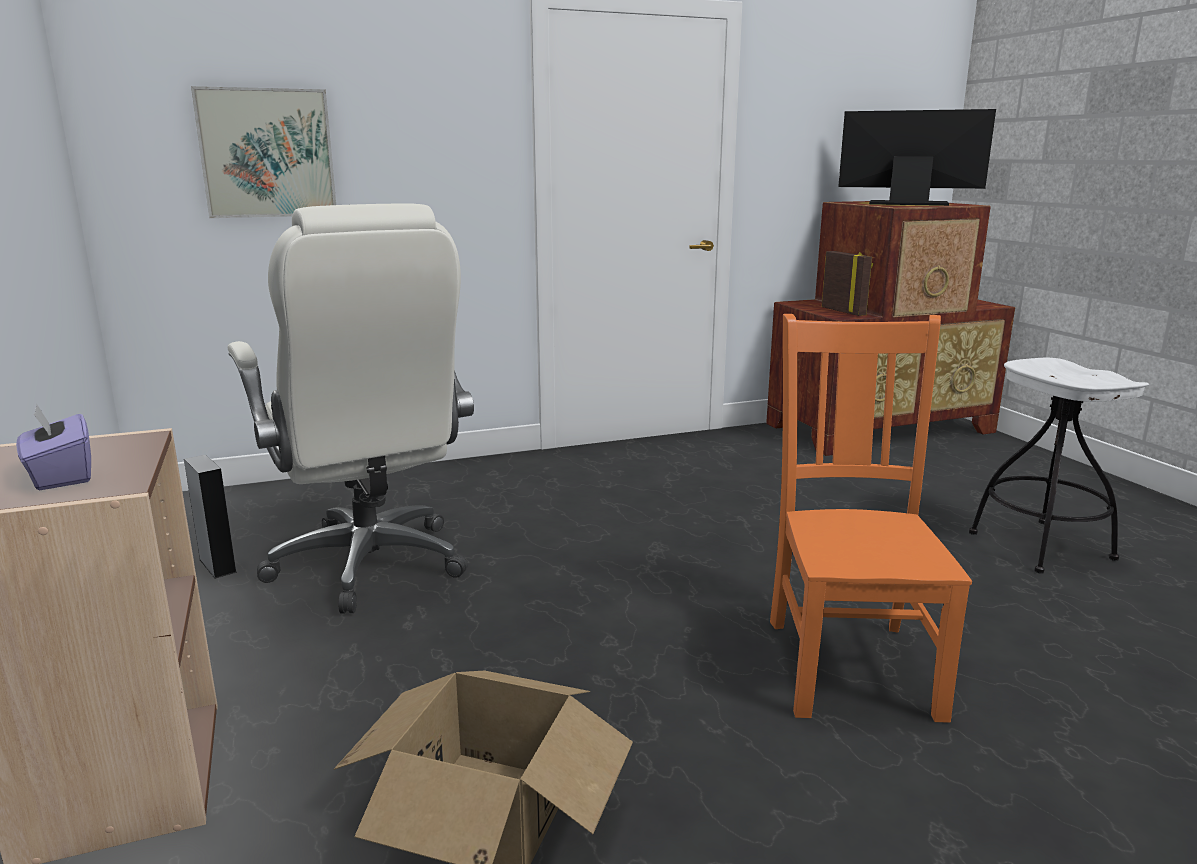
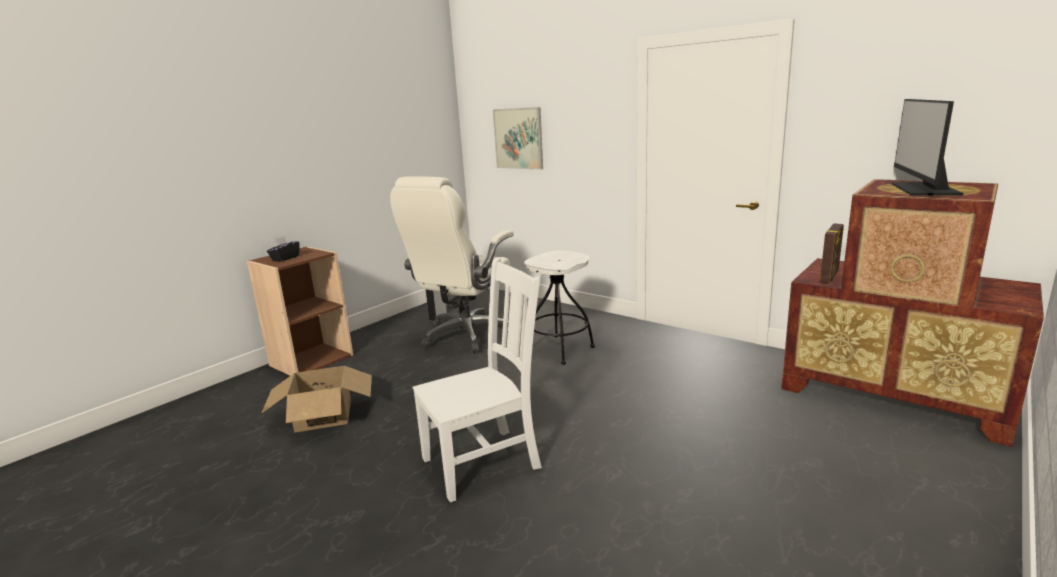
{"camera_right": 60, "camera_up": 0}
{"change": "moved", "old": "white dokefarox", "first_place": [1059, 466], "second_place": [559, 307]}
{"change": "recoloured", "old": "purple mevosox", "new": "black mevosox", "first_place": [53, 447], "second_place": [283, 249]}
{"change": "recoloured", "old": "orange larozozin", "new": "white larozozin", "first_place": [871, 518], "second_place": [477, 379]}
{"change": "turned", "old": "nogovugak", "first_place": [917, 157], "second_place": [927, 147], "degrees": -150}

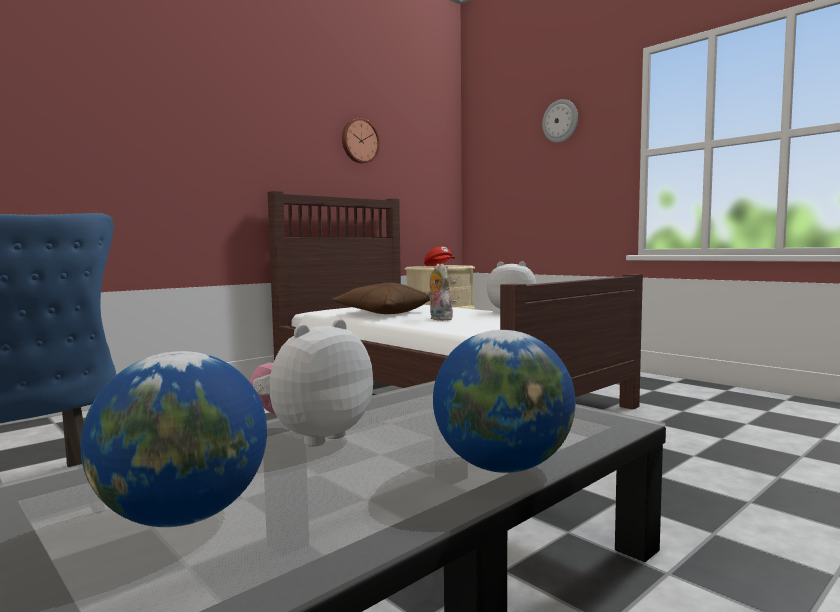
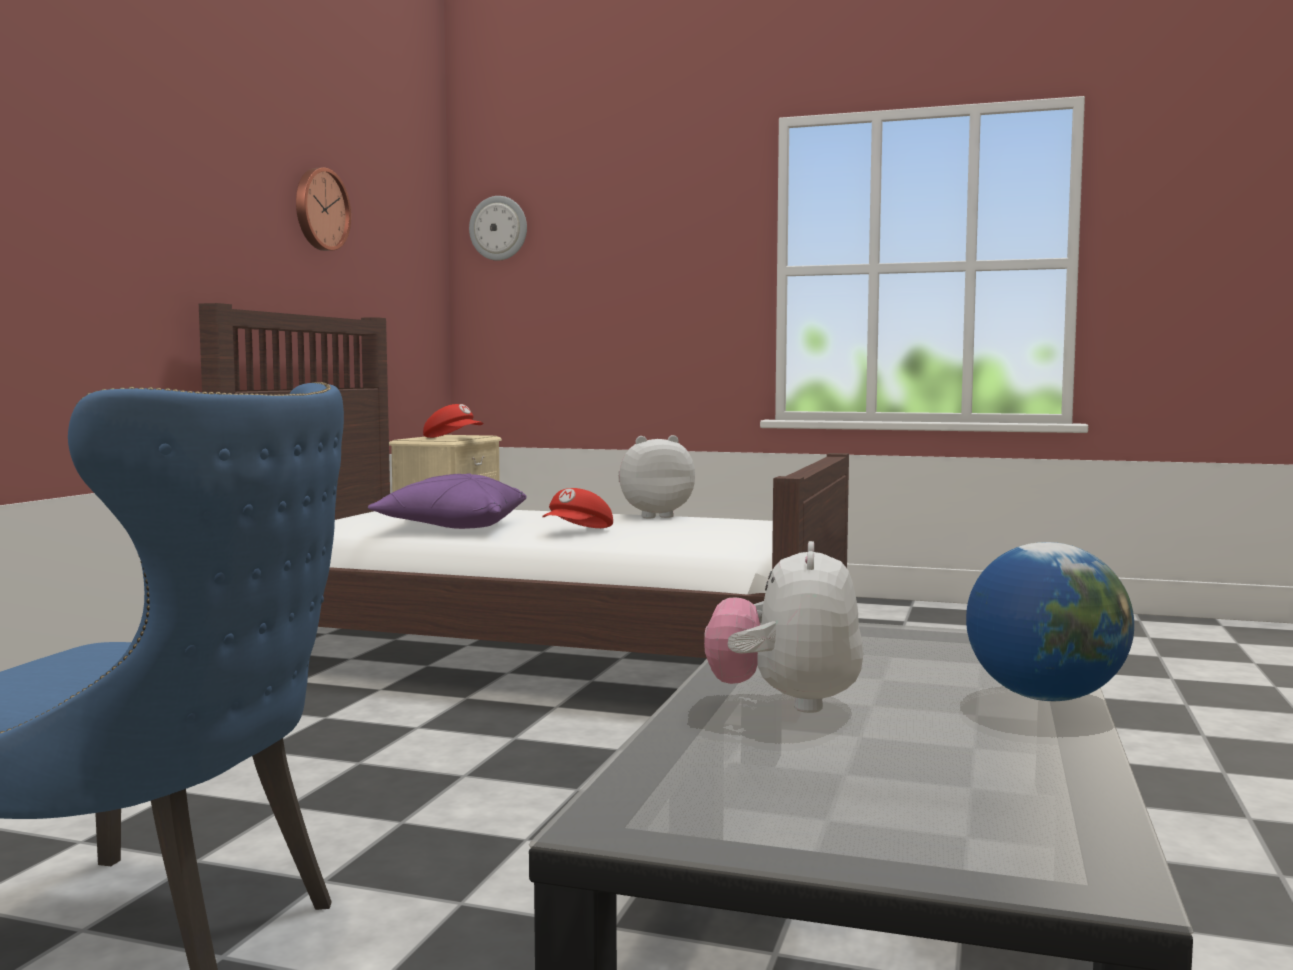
{"camera_right": -30, "camera_up": 0}
{"change": "removed", "old": "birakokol", "first_place": [174, 439]}
{"change": "moved", "old": "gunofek", "first_place": [560, 121], "second_place": [498, 228]}
{"change": "replaced", "old": "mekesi", "new": "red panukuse", "first_place": [440, 292], "second_place": [577, 508]}
{"change": "recoloured", "old": "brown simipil", "new": "purple simipil", "first_place": [381, 298], "second_place": [447, 501]}

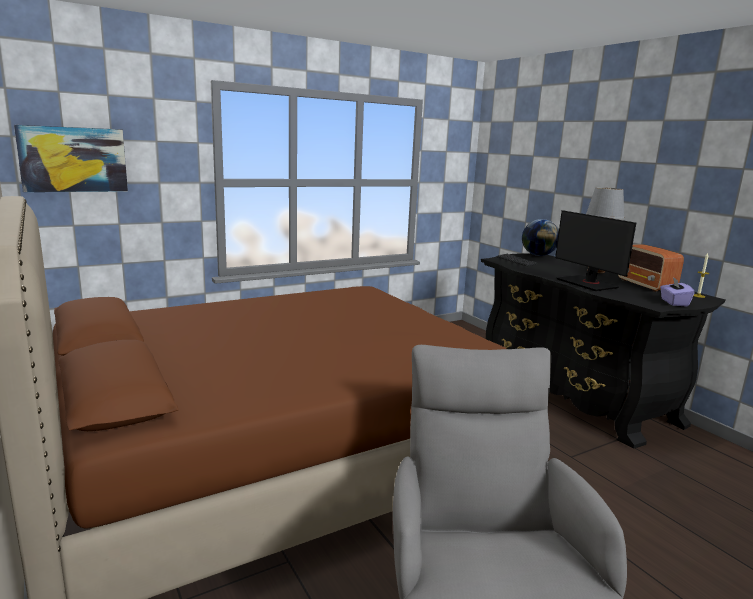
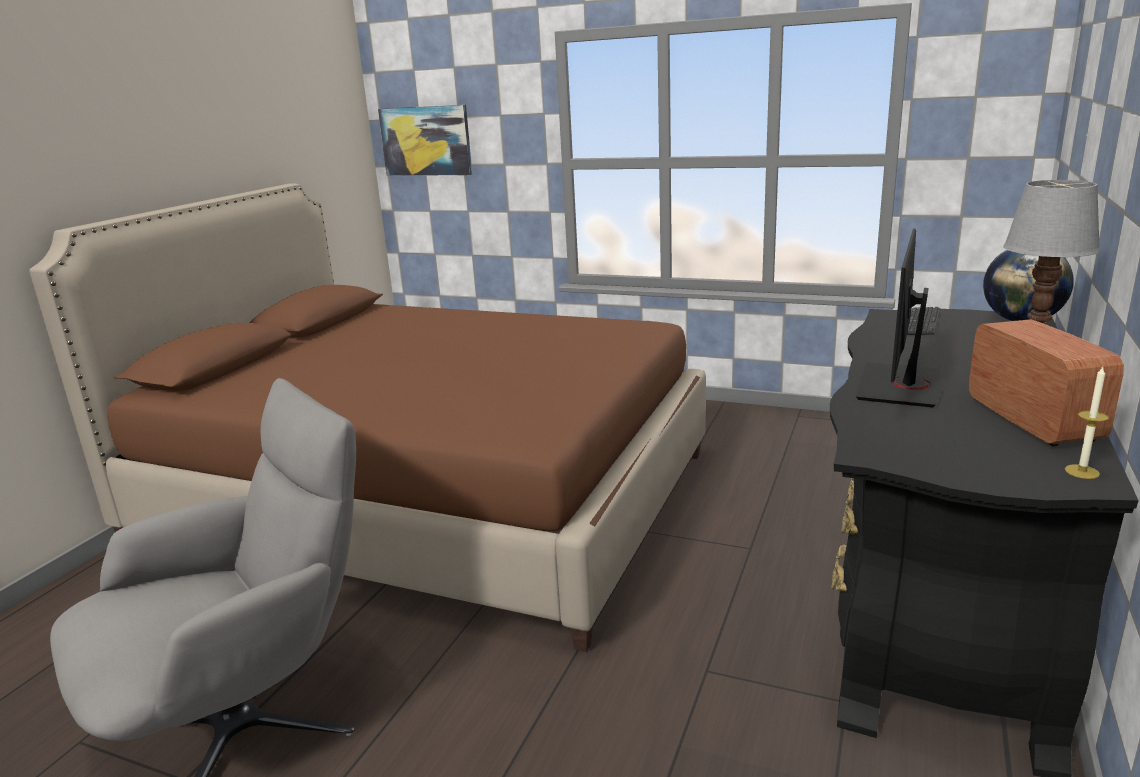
{"camera_right": 55, "camera_up": 5}
{"change": "removed", "old": "purple mevosox", "first_place": [677, 292]}
{"change": "turned", "old": "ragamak", "first_place": [651, 268], "second_place": [1046, 383], "degrees": 135}

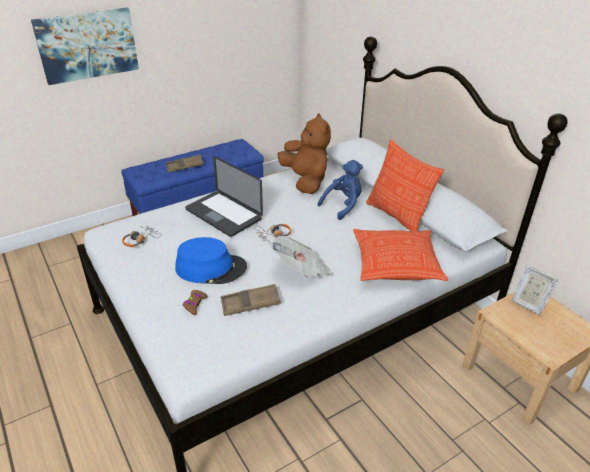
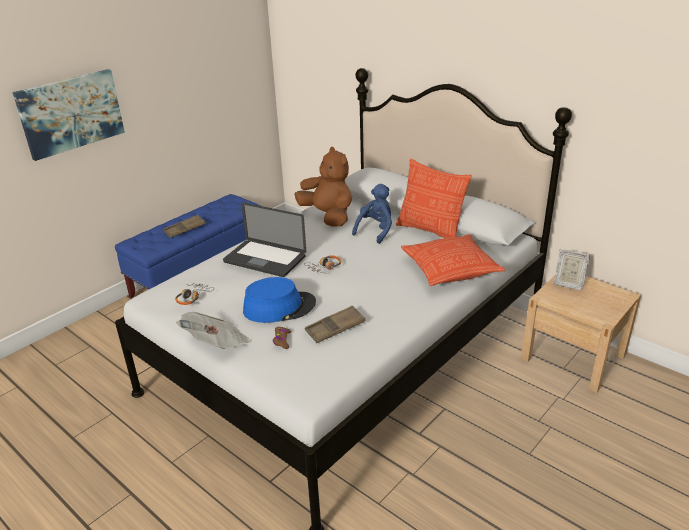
{"camera_right": -15, "camera_up": -5}
{"change": "moved", "old": "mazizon", "first_place": [301, 257], "second_place": [214, 330]}

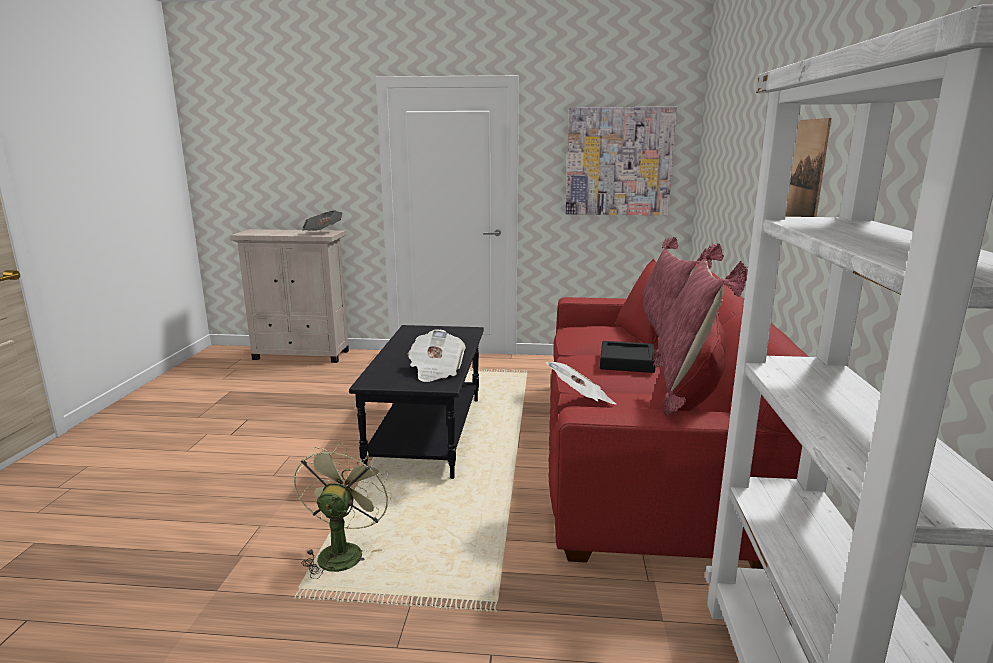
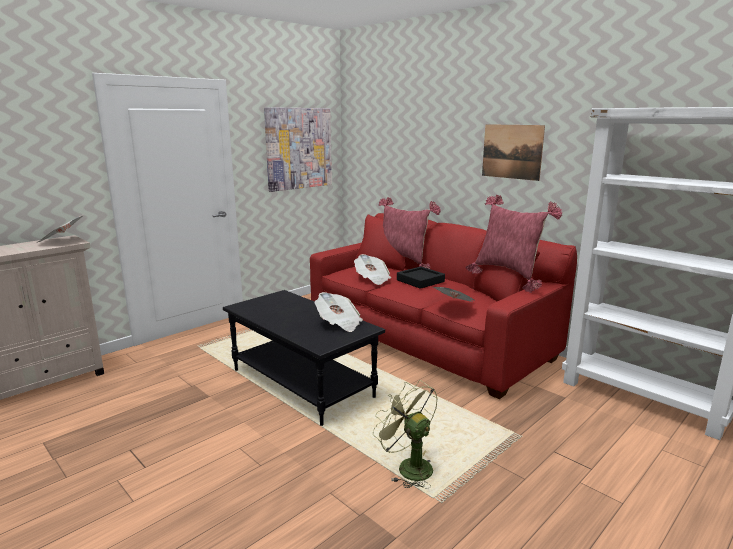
{"camera_right": -50, "camera_up": 0}
{"change": "added", "new": "mazizon", "second_place": [372, 269]}

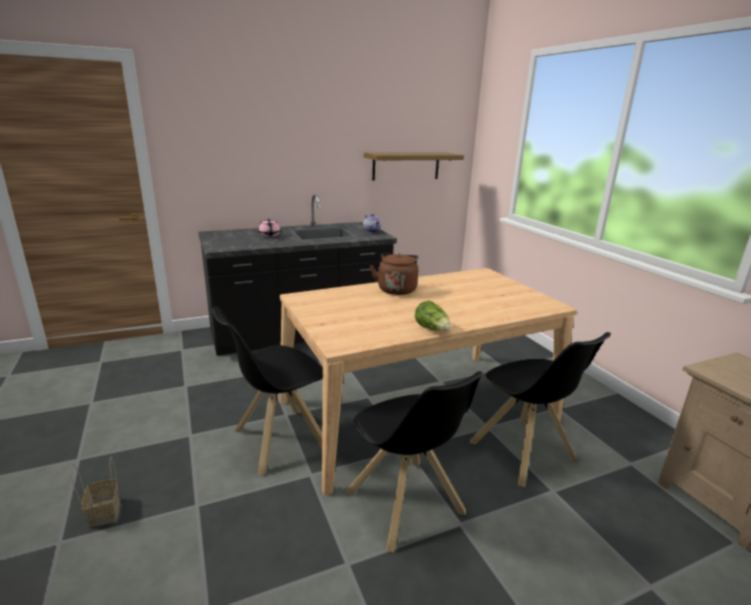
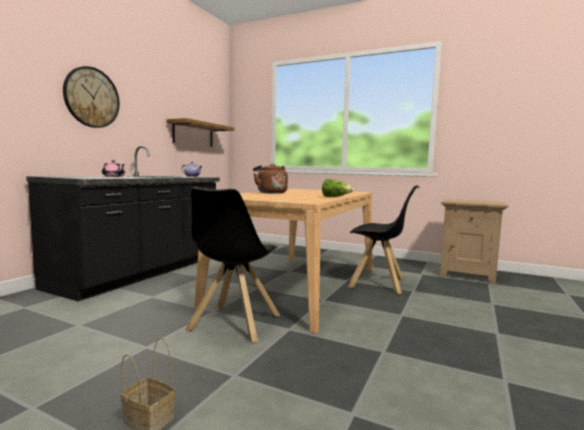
{"camera_right": -40, "camera_up": -15}
{"change": "removed", "old": "black larozozin", "first_place": [413, 462]}
{"change": "added", "new": "gunofek", "second_place": [91, 97]}

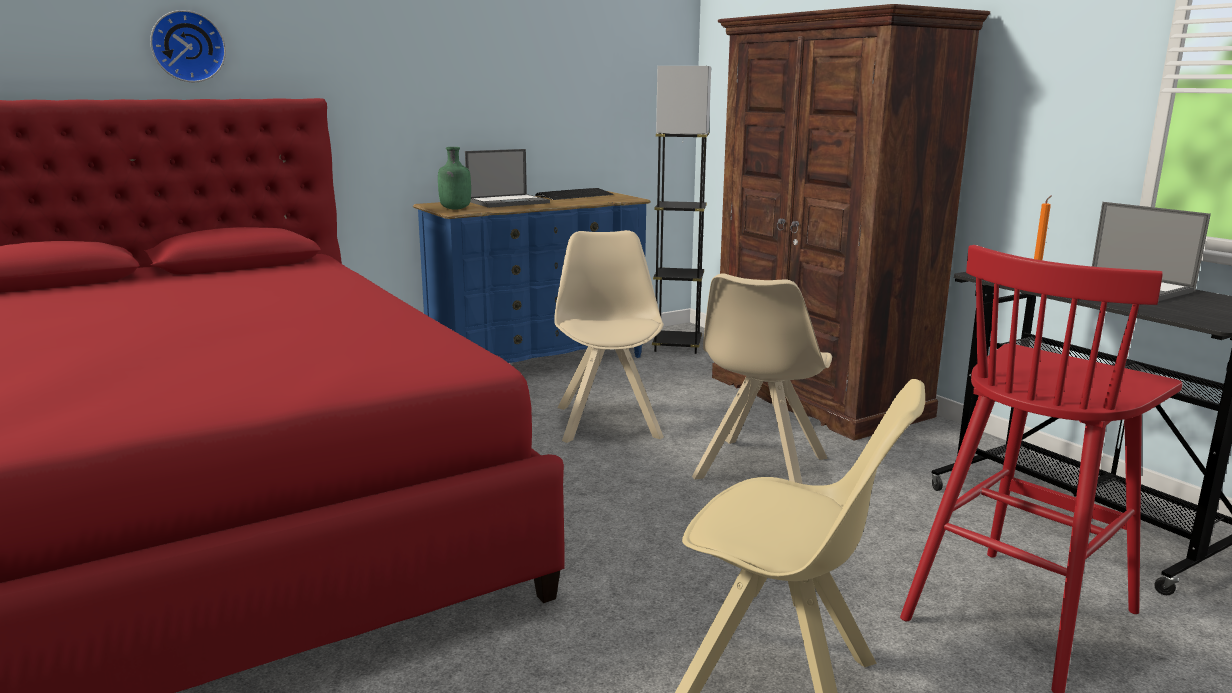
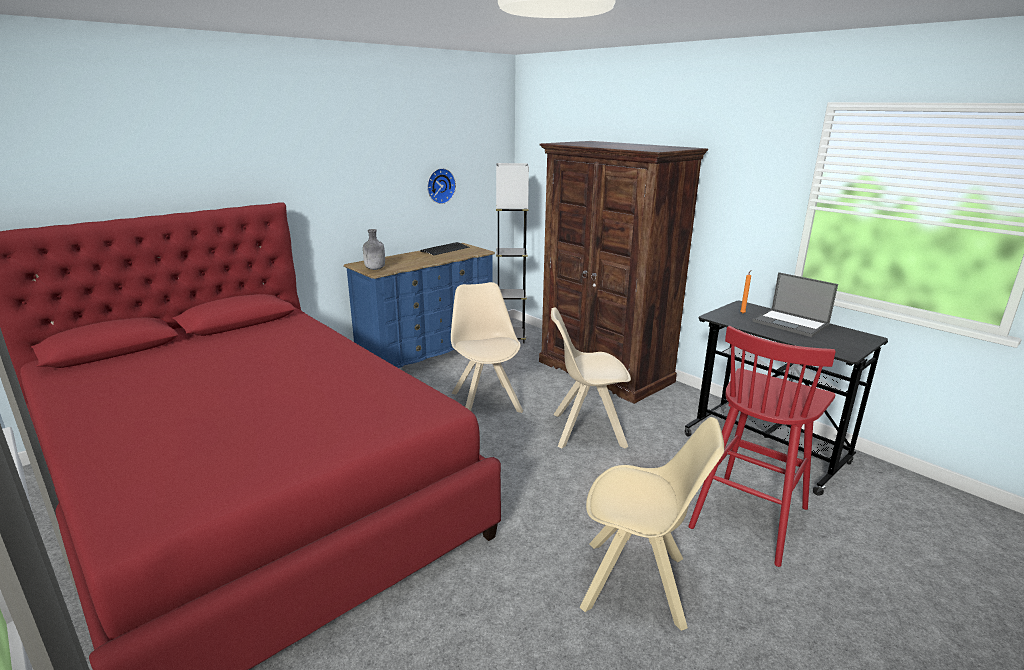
{"camera_right": -10, "camera_up": 5}
{"change": "removed", "old": "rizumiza", "first_place": [507, 178]}
{"change": "moved", "old": "gunofek", "first_place": [188, 46], "second_place": [441, 186]}
{"change": "recoloured", "old": "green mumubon", "new": "grey mumubon", "first_place": [454, 178], "second_place": [374, 249]}
{"change": "turned", "old": "beige larozozin", "first_place": [762, 378], "second_place": [591, 378], "degrees": 75}

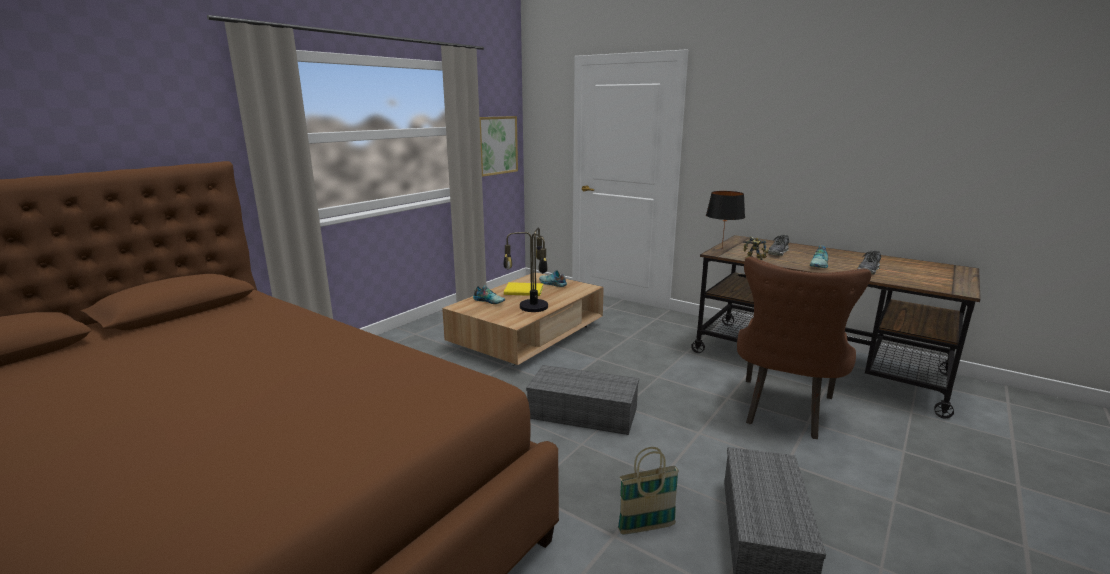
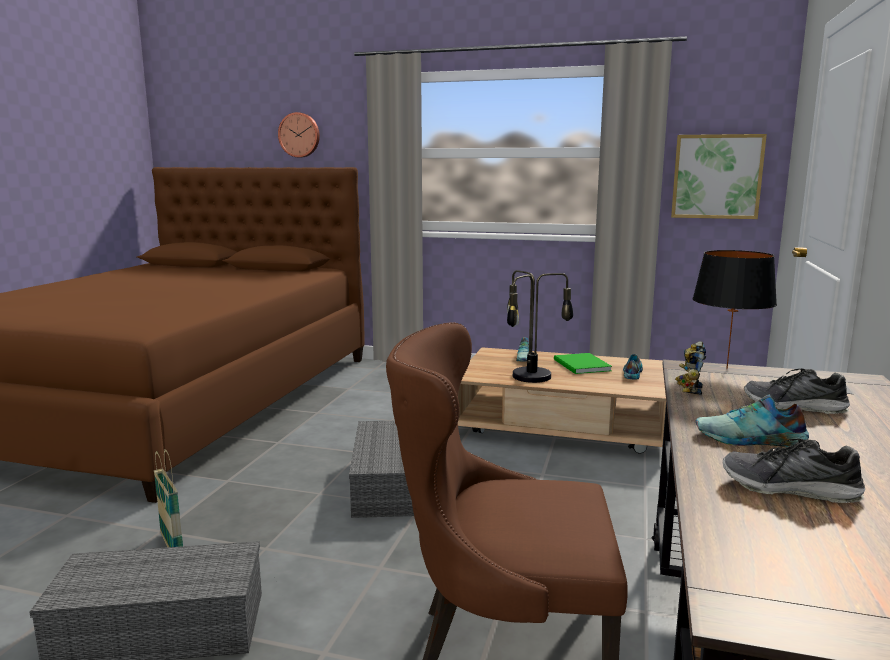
{"camera_right": 70, "camera_up": -5}
{"change": "added", "new": "gunofek", "second_place": [299, 135]}
{"change": "recoloured", "old": "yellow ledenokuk", "new": "green ledenokuk", "first_place": [523, 289], "second_place": [583, 363]}

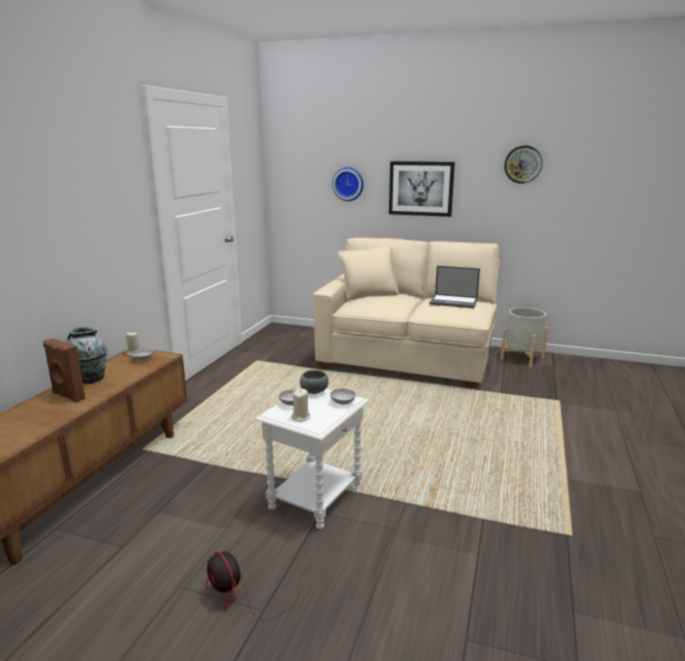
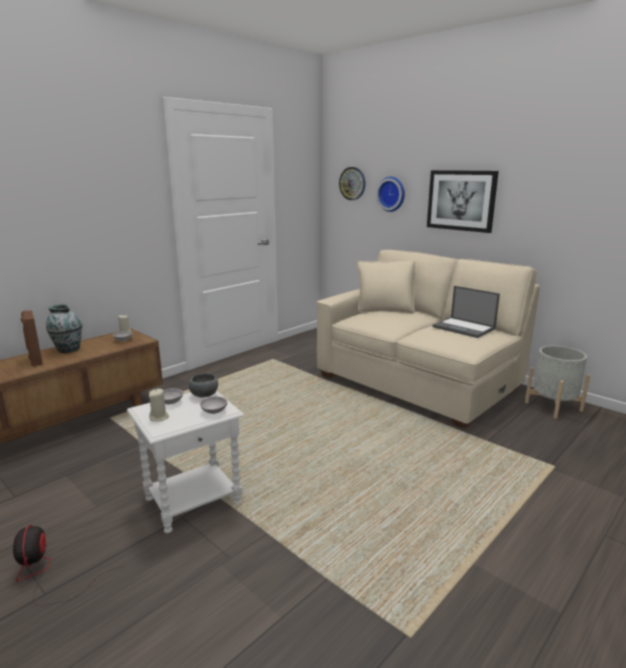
{"camera_right": 25, "camera_up": 0}
{"change": "moved", "old": "gunofek", "first_place": [523, 164], "second_place": [352, 183]}

